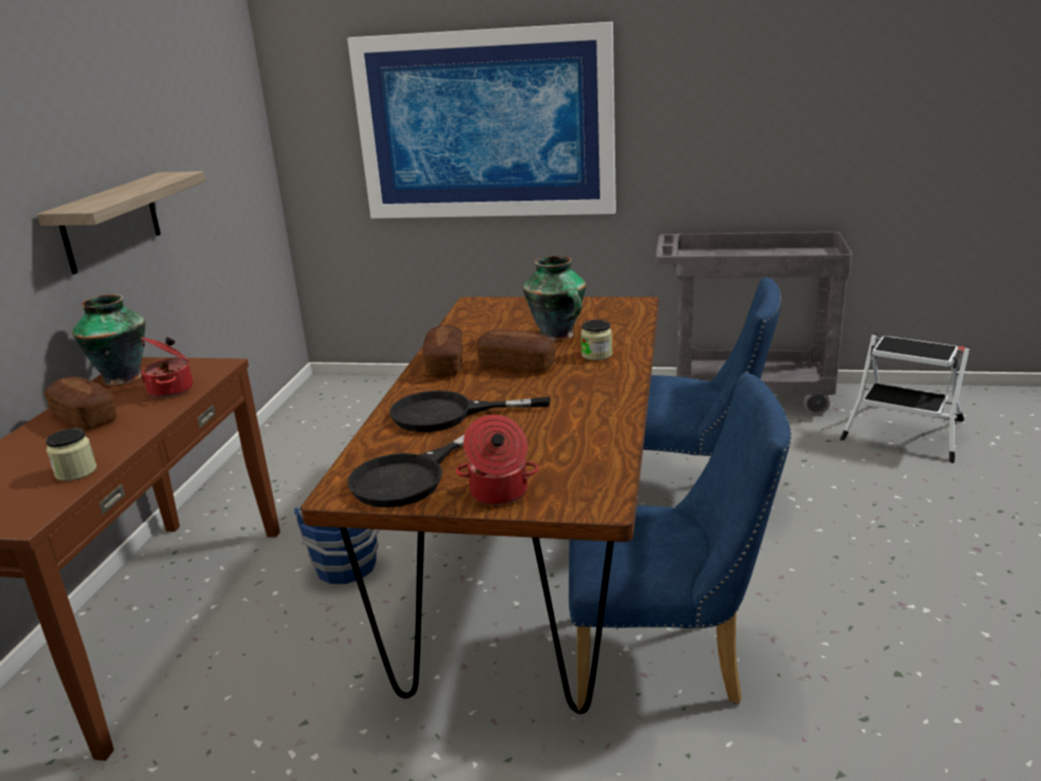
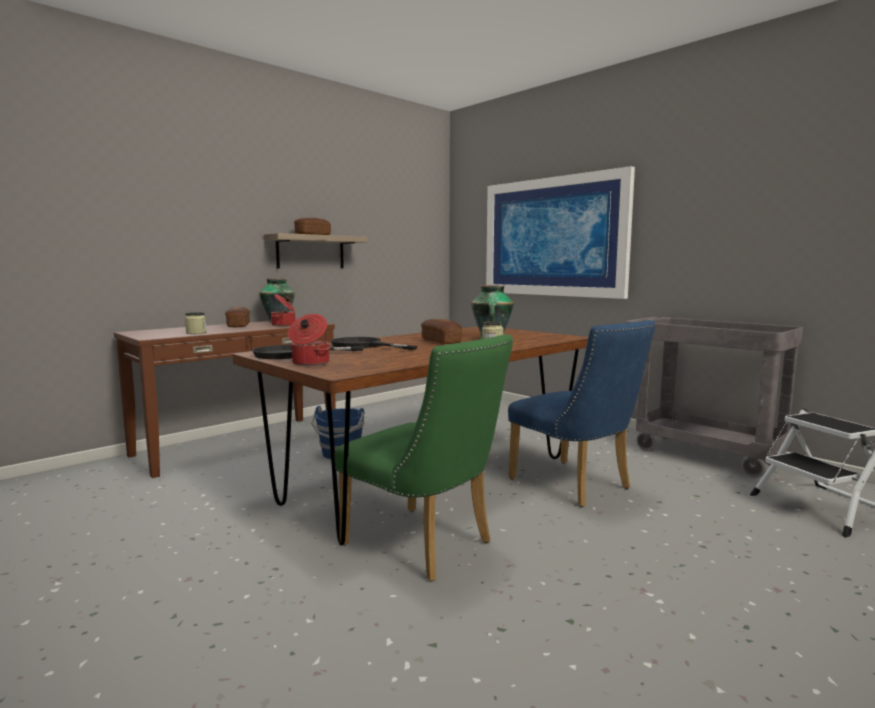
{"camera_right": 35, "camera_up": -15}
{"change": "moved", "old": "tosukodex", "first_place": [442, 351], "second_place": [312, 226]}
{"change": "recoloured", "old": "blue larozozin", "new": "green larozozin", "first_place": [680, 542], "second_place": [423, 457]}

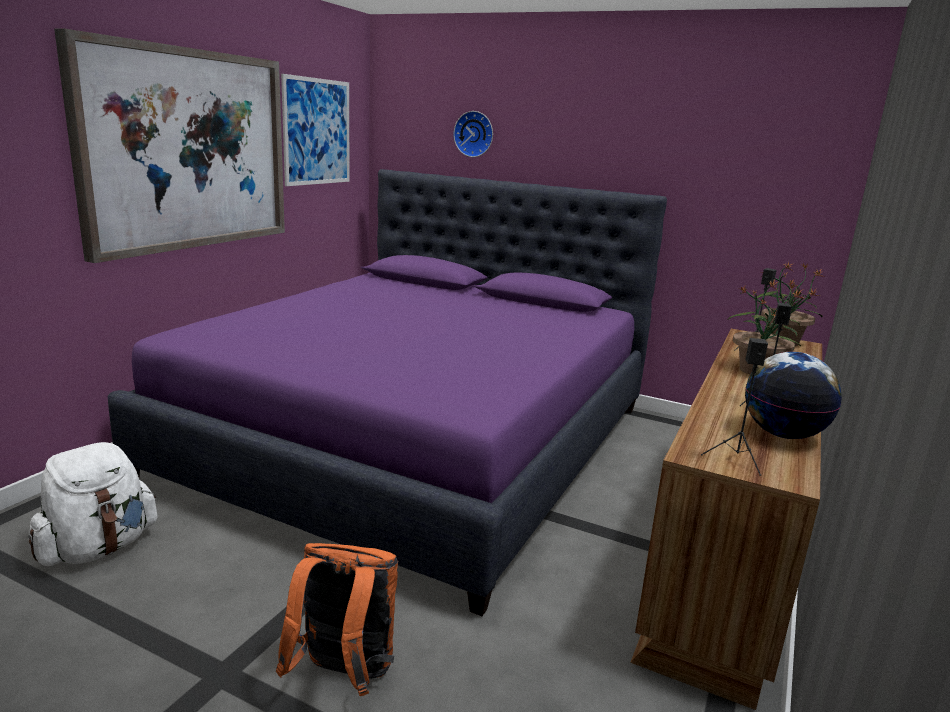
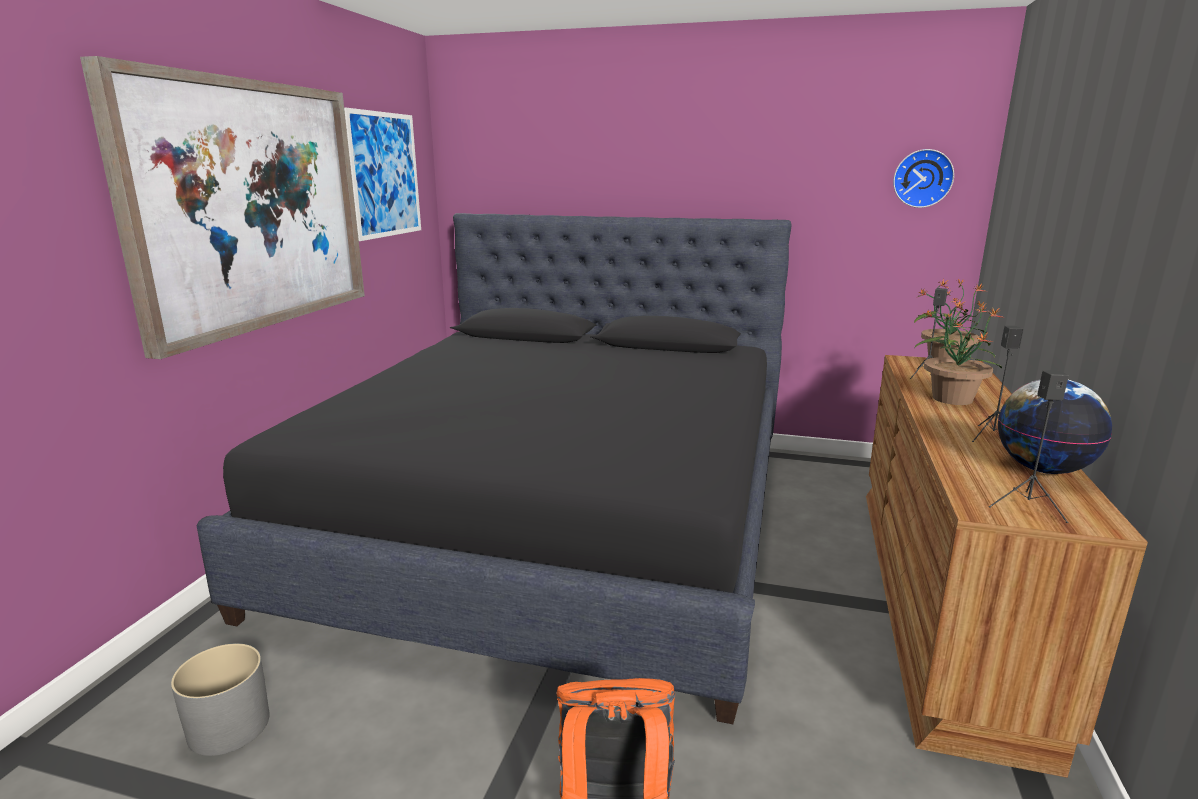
{"camera_right": -10, "camera_up": 0}
{"change": "moved", "old": "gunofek", "first_place": [473, 134], "second_place": [923, 178]}
{"change": "replaced", "old": "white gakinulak", "new": "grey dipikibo", "first_place": [93, 504], "second_place": [220, 699]}
{"change": "recoloured", "old": "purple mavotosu", "new": "black mavotosu", "first_place": [387, 392], "second_place": [494, 468]}

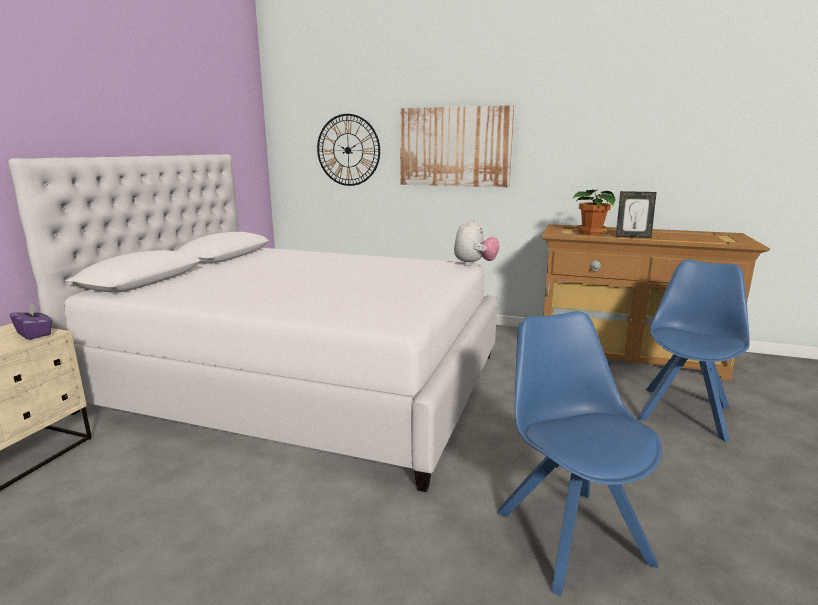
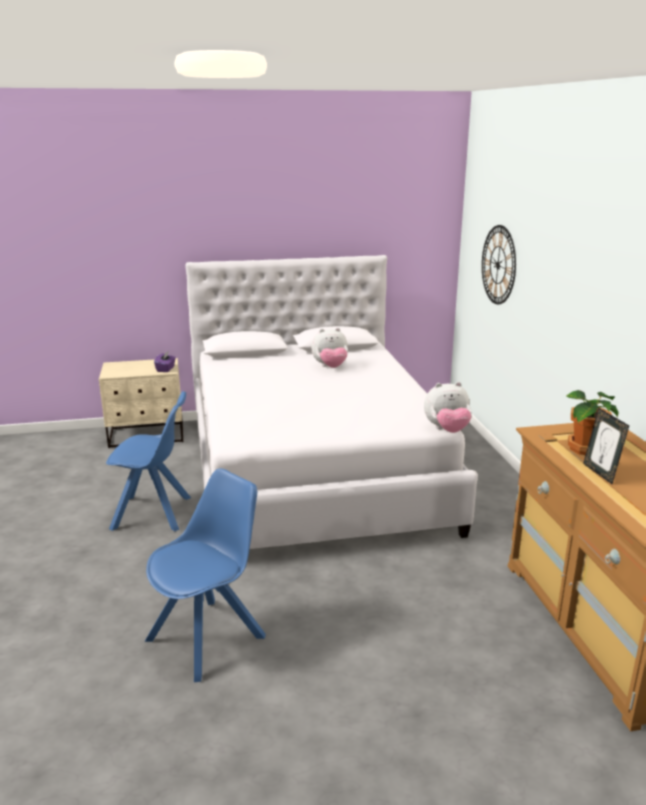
{"camera_right": 60, "camera_up": 5}
{"change": "removed", "old": "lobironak", "first_place": [457, 146]}
{"change": "added", "new": "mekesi", "second_place": [329, 348]}
{"change": "moved", "old": "blue larozozin", "first_place": [693, 351], "second_place": [148, 461]}

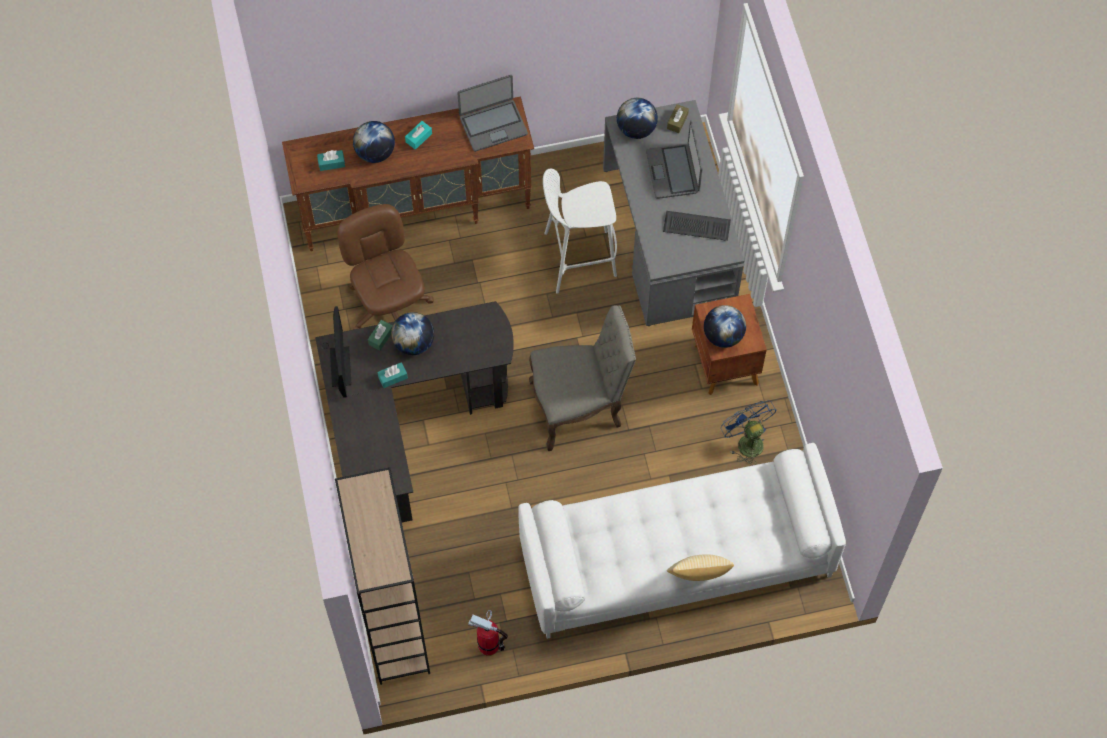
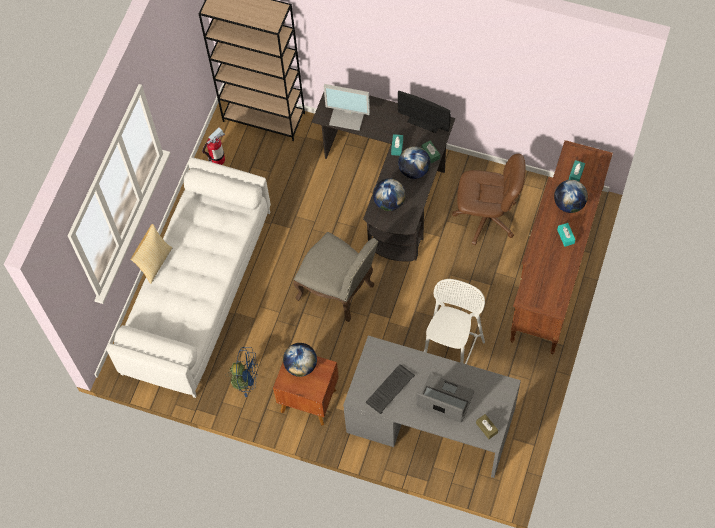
{"camera_right": 125, "camera_up": 0}
{"change": "removed", "old": "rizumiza", "first_place": [492, 113]}
{"change": "added", "new": "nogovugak", "second_place": [347, 107]}
{"change": "moved", "old": "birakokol", "first_place": [637, 118], "second_place": [389, 194]}
{"change": "turned", "old": "grey larozozin", "first_place": [582, 378], "second_place": [336, 277], "degrees": -75}

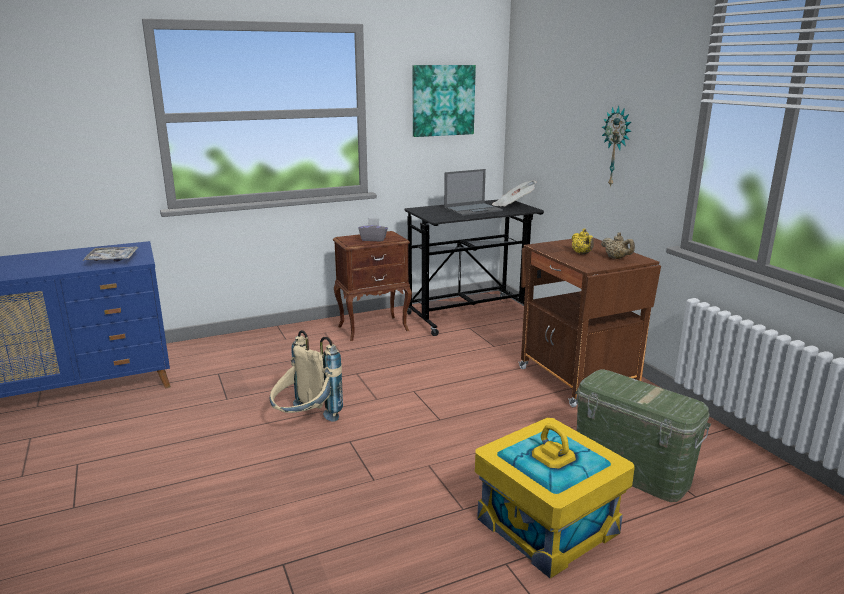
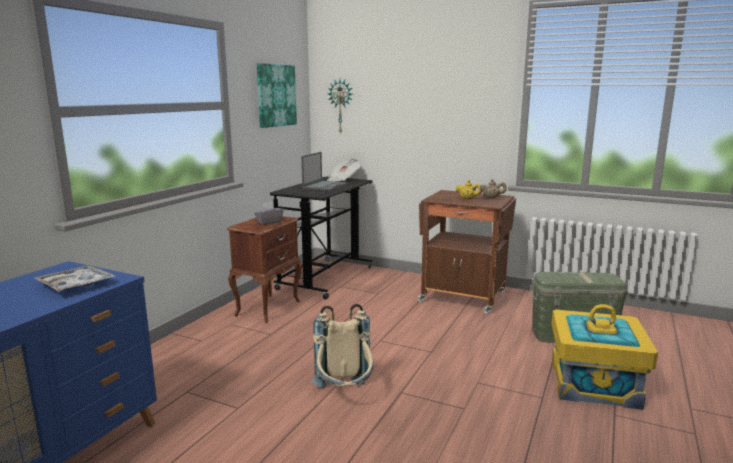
{"camera_right": -40, "camera_up": -5}
{"change": "moved", "old": "gunofek", "first_place": [616, 147], "second_place": [340, 106]}

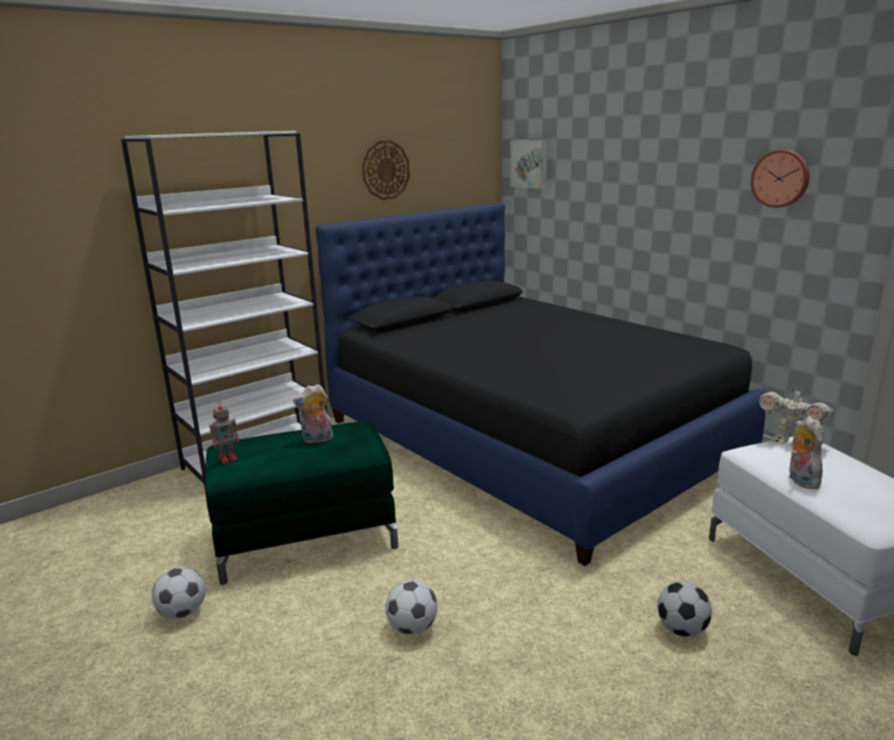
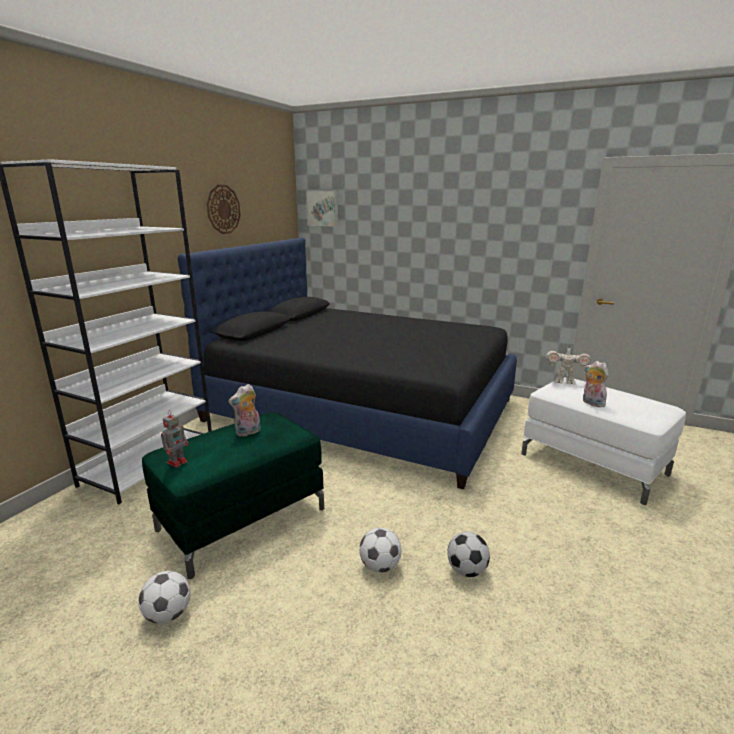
{"camera_right": -25, "camera_up": 0}
{"change": "removed", "old": "gunofek", "first_place": [780, 179]}
{"change": "moved", "old": "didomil", "first_place": [684, 609], "second_place": [468, 554]}

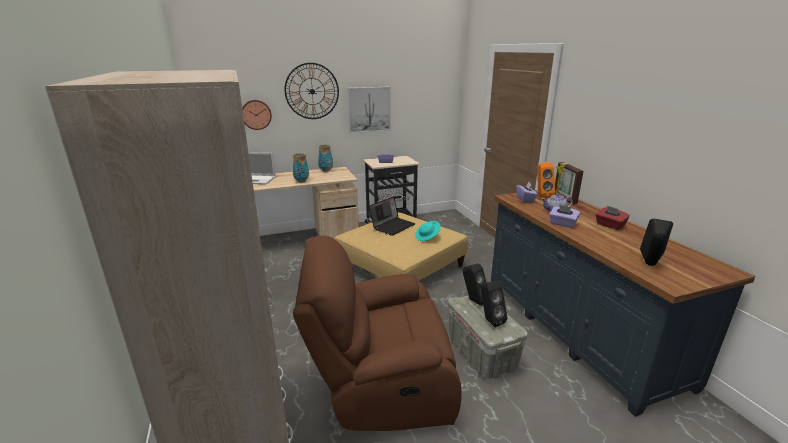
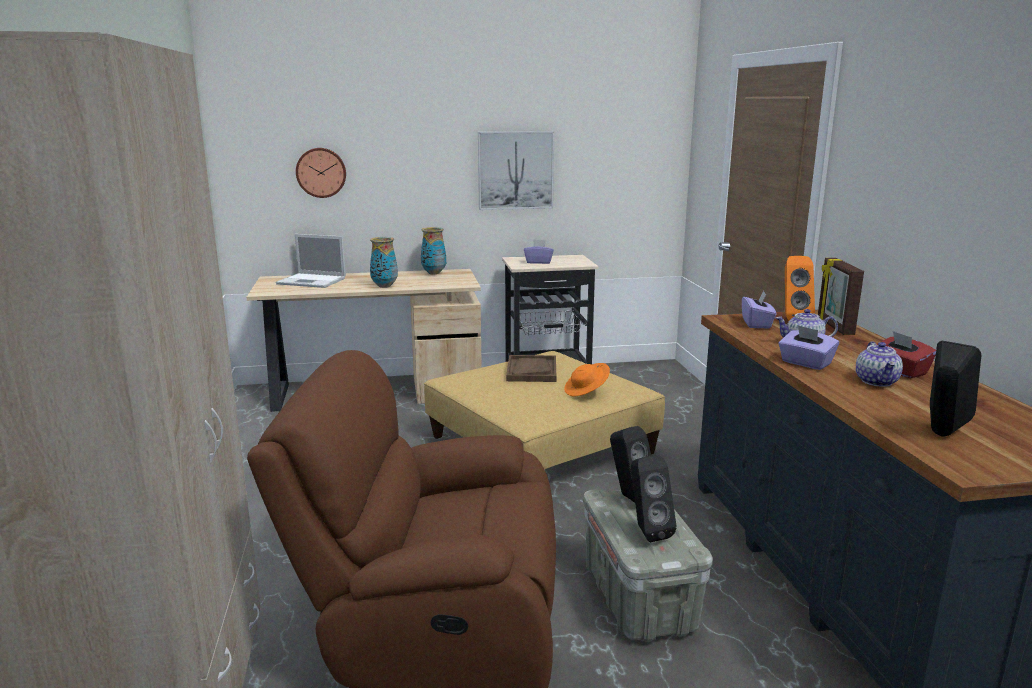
{"camera_right": 10, "camera_up": -5}
{"change": "removed", "old": "gunofek", "first_place": [311, 91]}
{"change": "added", "new": "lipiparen", "second_place": [879, 364]}
{"change": "replaced", "old": "rizumiza", "new": "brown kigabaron", "first_place": [392, 216], "second_place": [531, 368]}
{"change": "recoloured", "old": "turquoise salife", "new": "orange salife", "first_place": [428, 231], "second_place": [587, 380]}

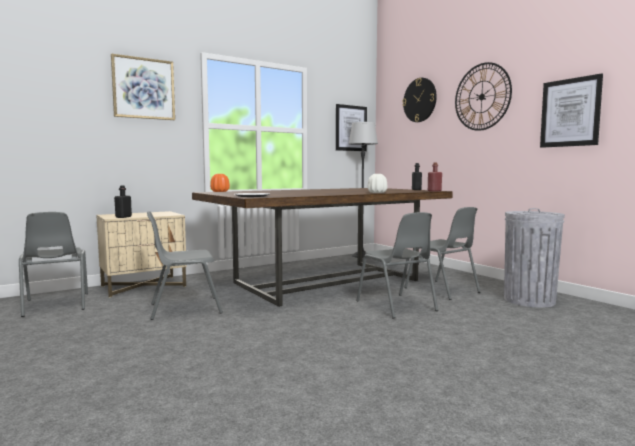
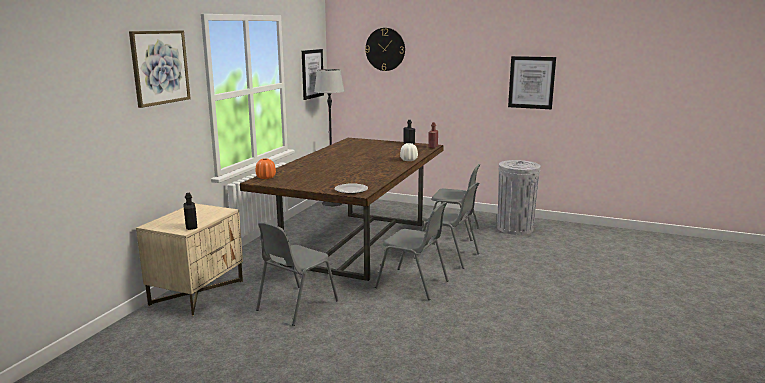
{"camera_right": -35, "camera_up": 10}
{"change": "removed", "old": "gunofek", "first_place": [483, 96]}
{"change": "moved", "old": "grey larozozin", "first_place": [53, 264], "second_place": [412, 251]}

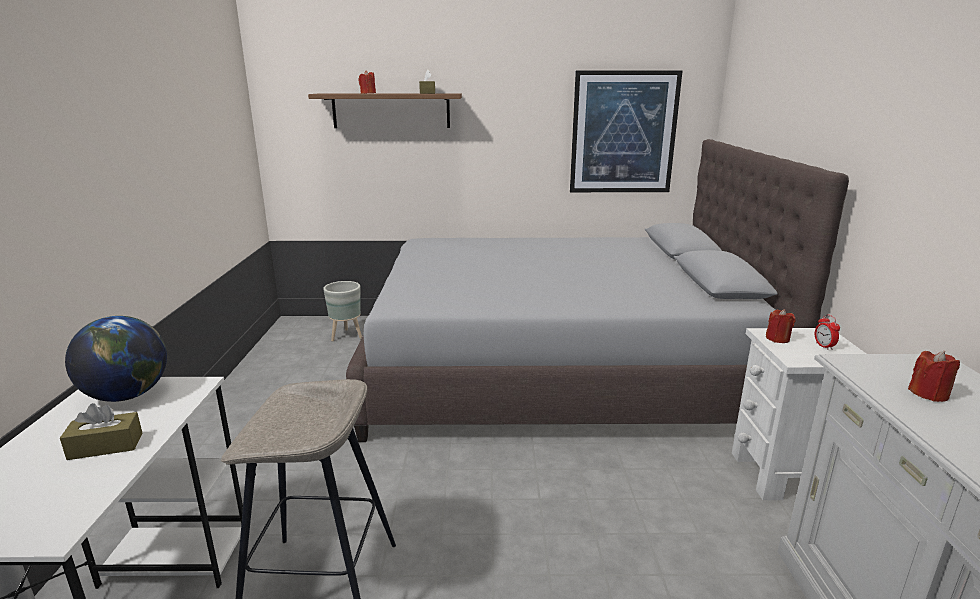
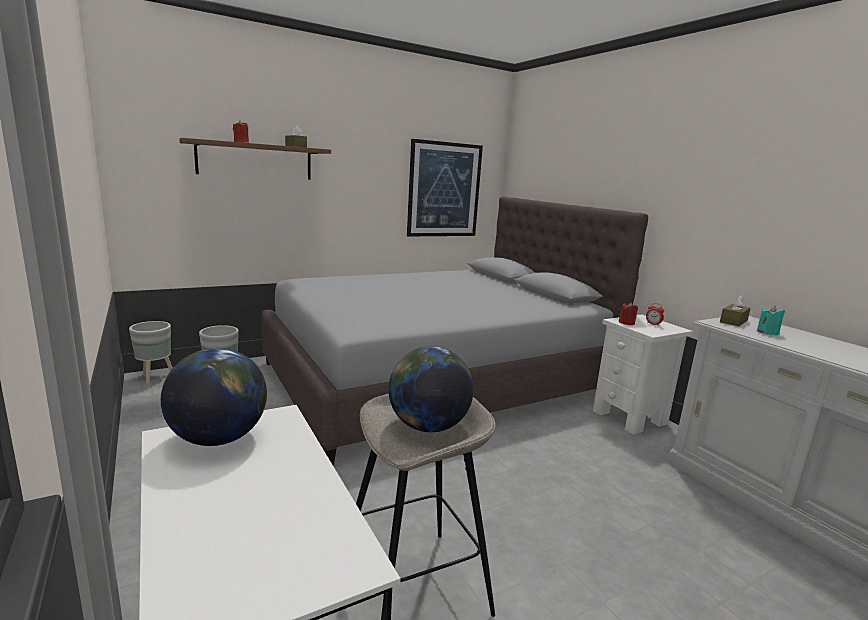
{"camera_right": -30, "camera_up": -5}
{"change": "added", "new": "grey dipikibo", "second_place": [151, 352]}
{"change": "added", "new": "birakokol", "second_place": [431, 389]}
{"change": "moved", "old": "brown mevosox", "first_place": [101, 431], "second_place": [735, 310]}
{"change": "recoloured", "old": "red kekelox", "new": "turquoise kekelox", "first_place": [934, 376], "second_place": [771, 320]}

